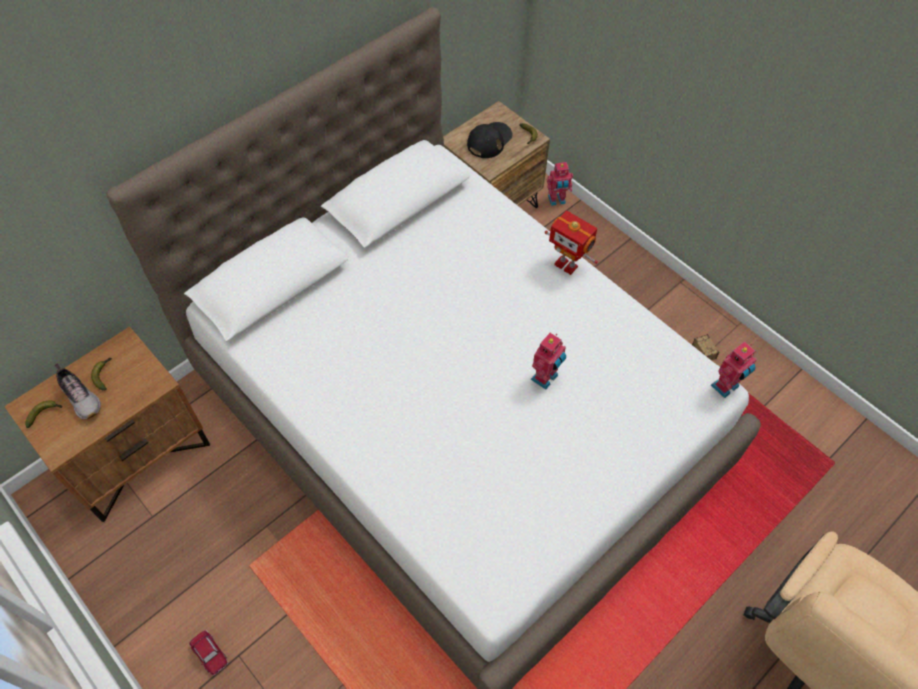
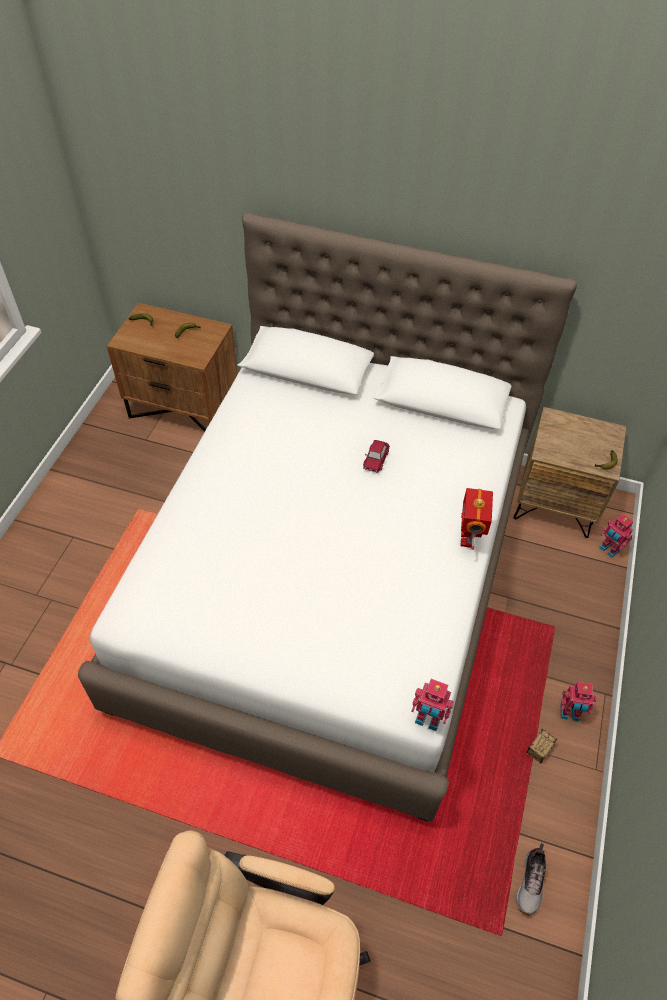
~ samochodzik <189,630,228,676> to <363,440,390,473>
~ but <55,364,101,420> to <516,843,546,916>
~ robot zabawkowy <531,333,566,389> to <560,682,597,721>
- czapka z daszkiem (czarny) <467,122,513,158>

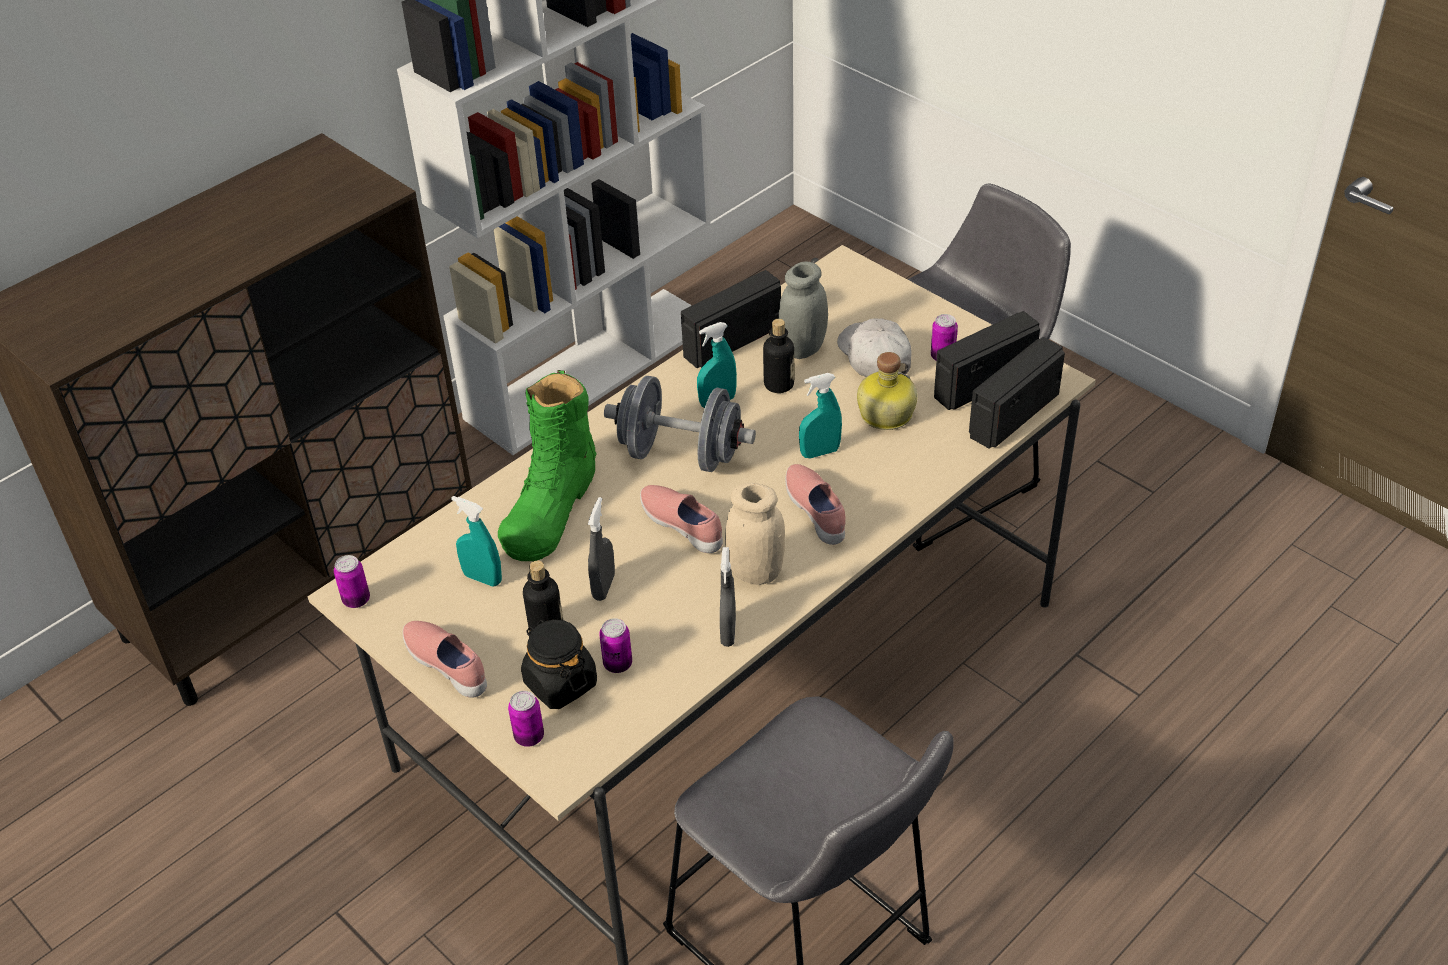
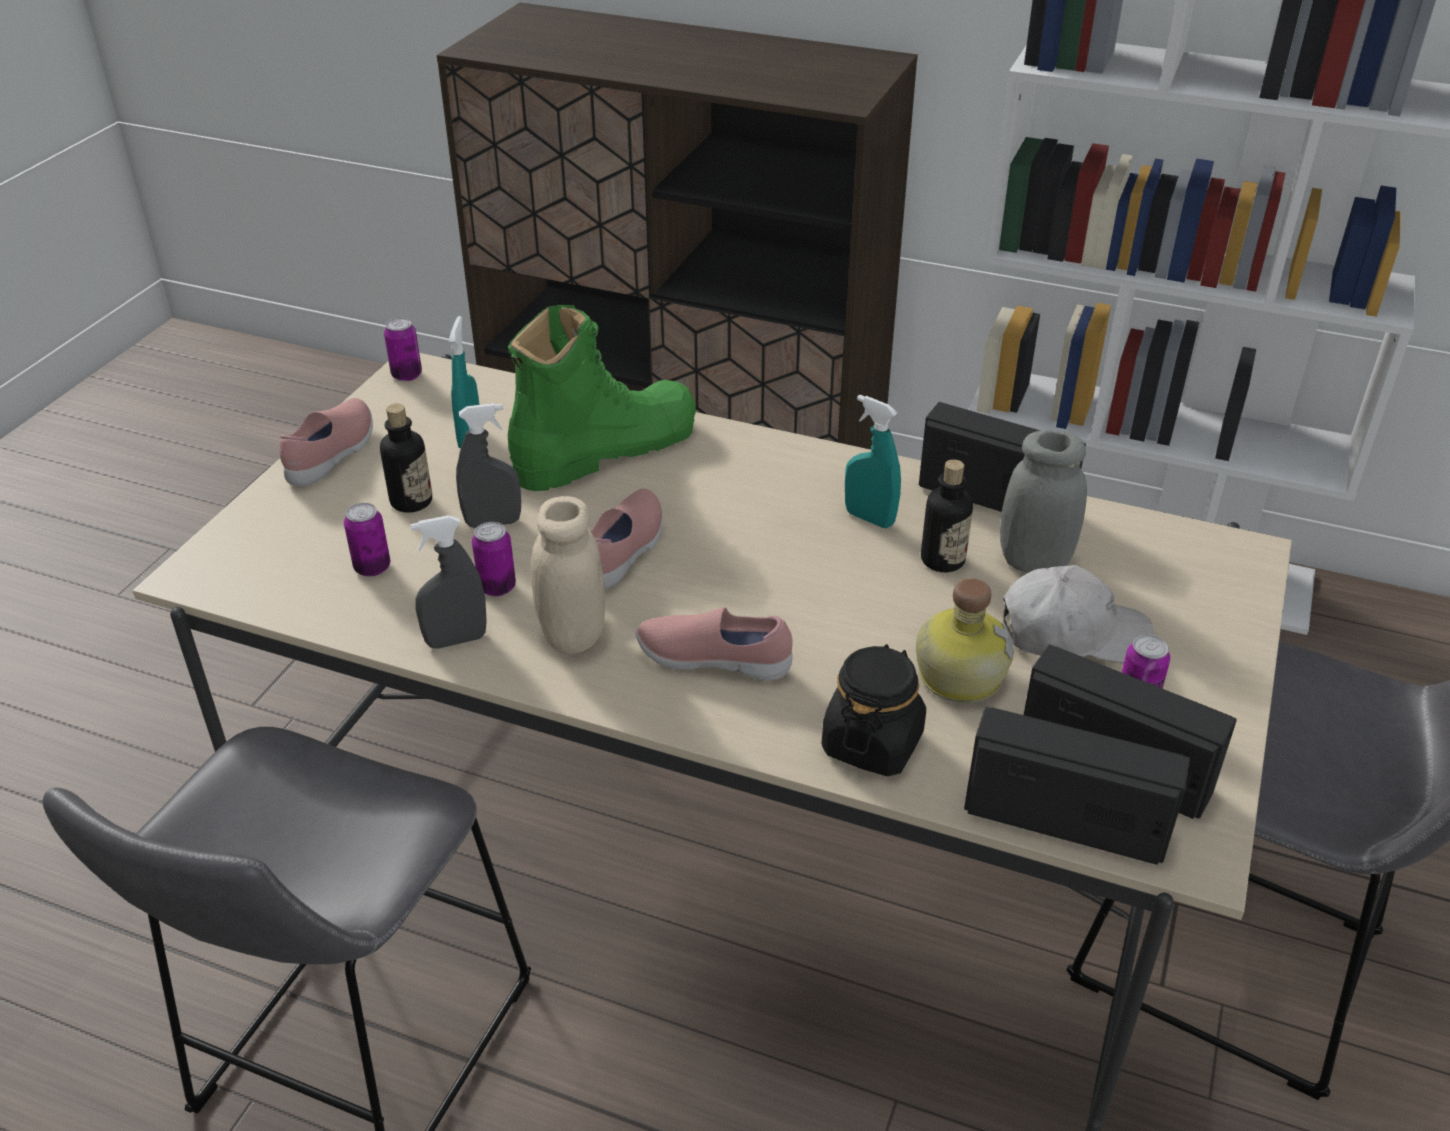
~ puszka <508,691,544,747> to <472,522,516,597>
~ but z cholewką (zielony) <498,370,596,561> = <508,305,696,491> 150 degrees clockwise
~ but (różowy) <785,464,846,545> = <635,607,793,681> 120 degrees counterclockwise
~ słoik (czarny) <521,620,597,709> to <821,644,926,776>
~ czapka z daszkiem (biały) <837,318,912,377> = <1003,565,1154,663> 45 degrees clockwise
- hantel (szary) <604,376,756,472>
- spryskiwacz (turkusowy) <799,373,842,458>

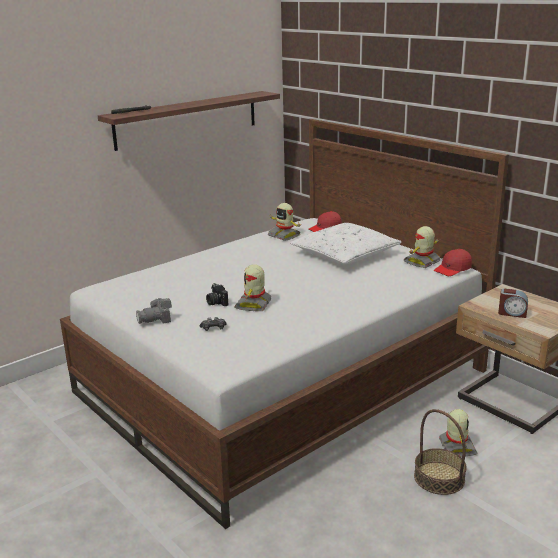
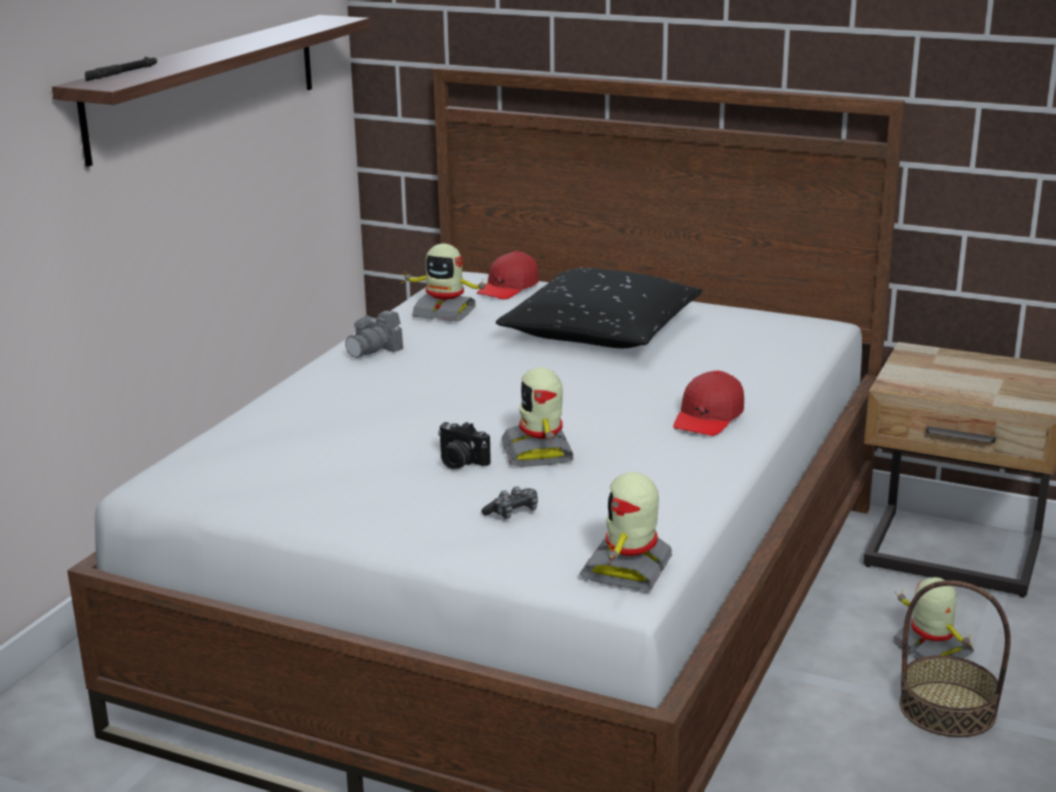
~ aparat fotograficzny <136,298,172,324> to <345,310,403,358>
~ poduszka (biały) <290,223,402,264> to poduszka (czarny) <496,268,702,348>
~ robot zabawkowy <403,226,441,268> to <580,472,672,590>
~ czapka z daszkiem (czerwony) <434,249,472,276> to <673,371,744,436>
- budzik <498,288,528,318>

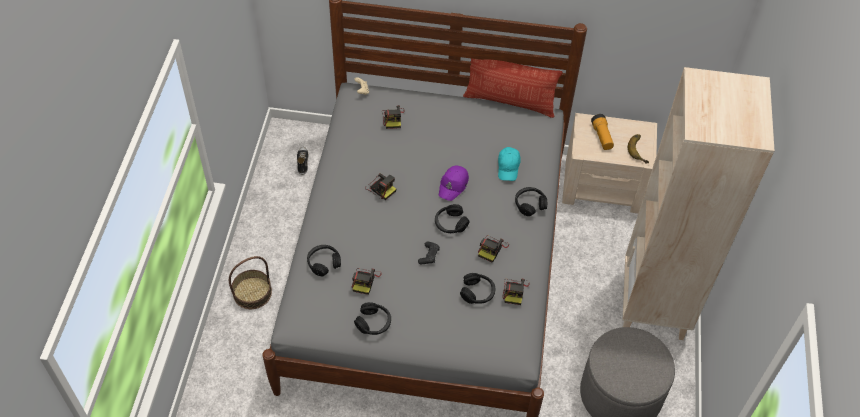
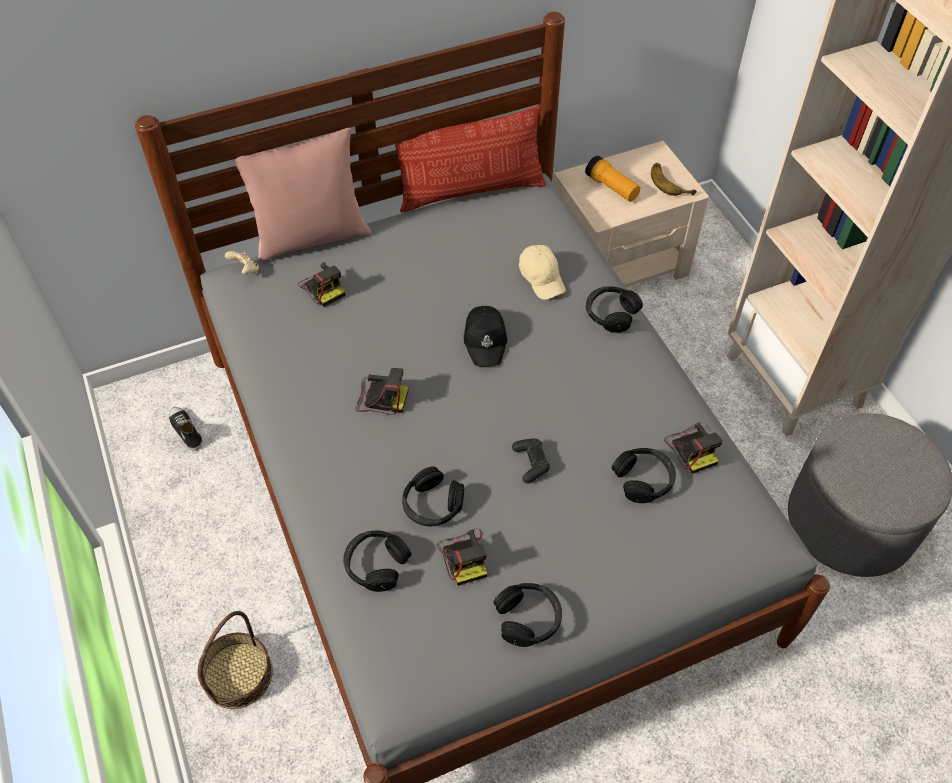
+ poduszka (różowy) <233,128,372,262>
~ słuchawki (czarny) <435,204,470,233> to <402,466,464,527>
~ czapka z daszkiem (fioletowy) <439,165,469,201> to czapka z daszkiem (czarny) <464,306,507,366>
~ czapka z daszkiem (turkusowy) <498,147,521,181> to czapka z daszkiem (beżowy) <519,245,566,300>
- aparat fotograficzny <478,236,509,263>

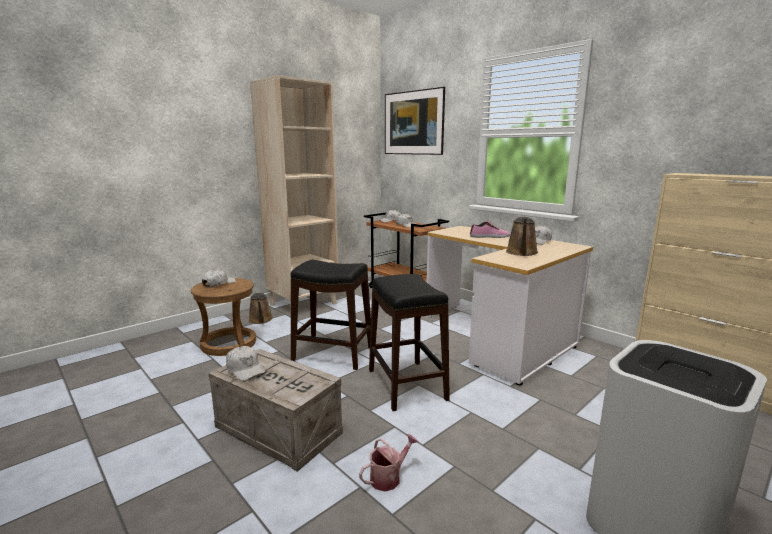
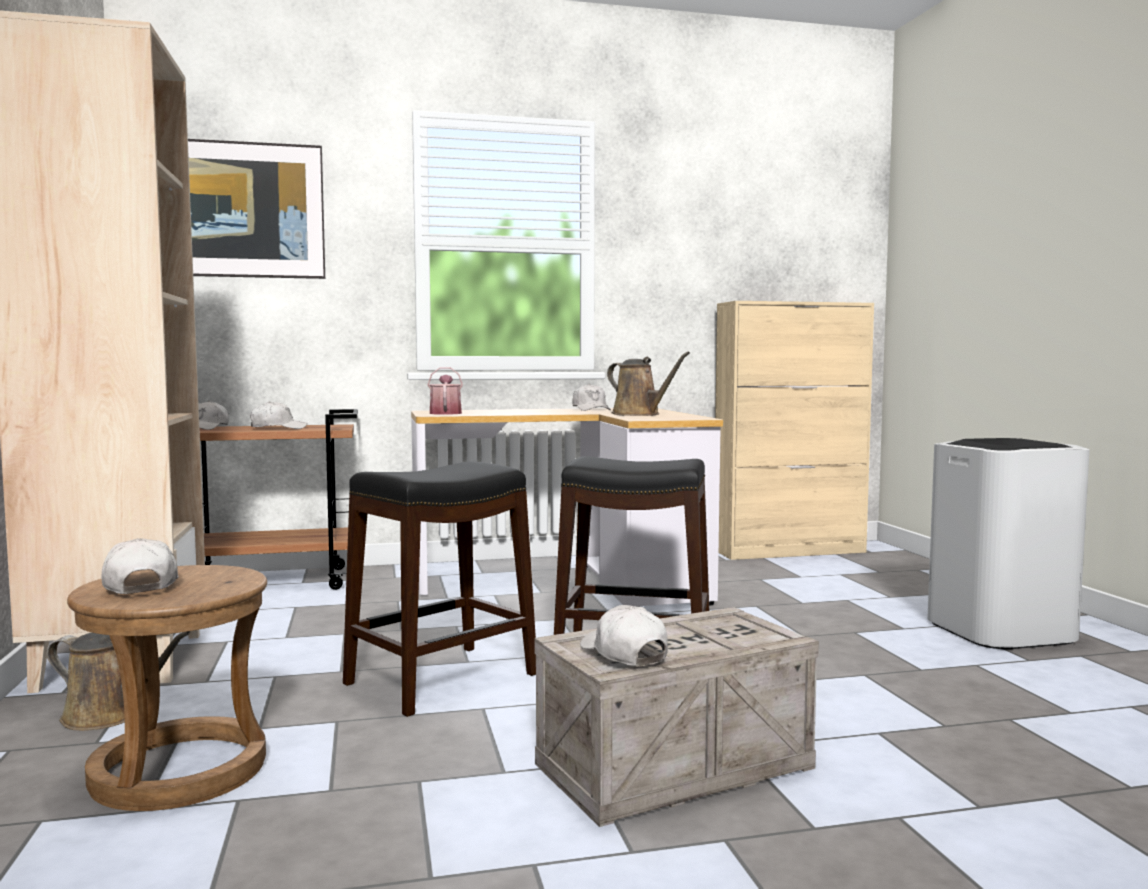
~ konewka <359,434,419,491> to <428,367,463,415>
~ czapka z daszkiem (biały) <226,346,266,381> = <580,605,668,666> 105 degrees counterclockwise
- but <470,222,510,238>

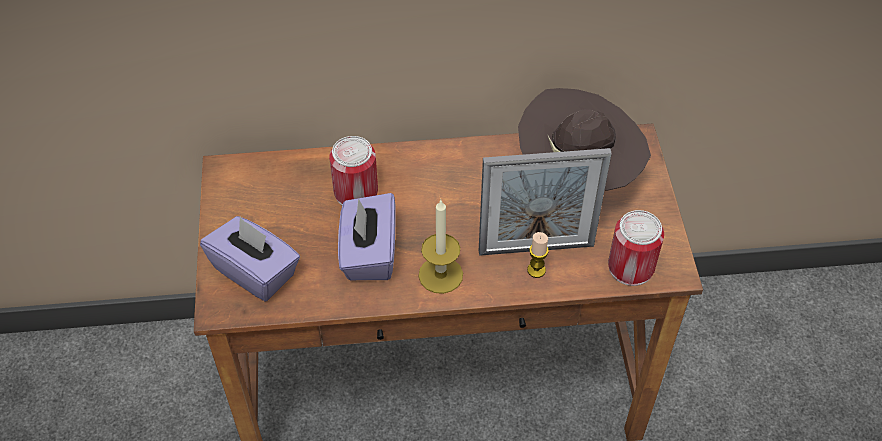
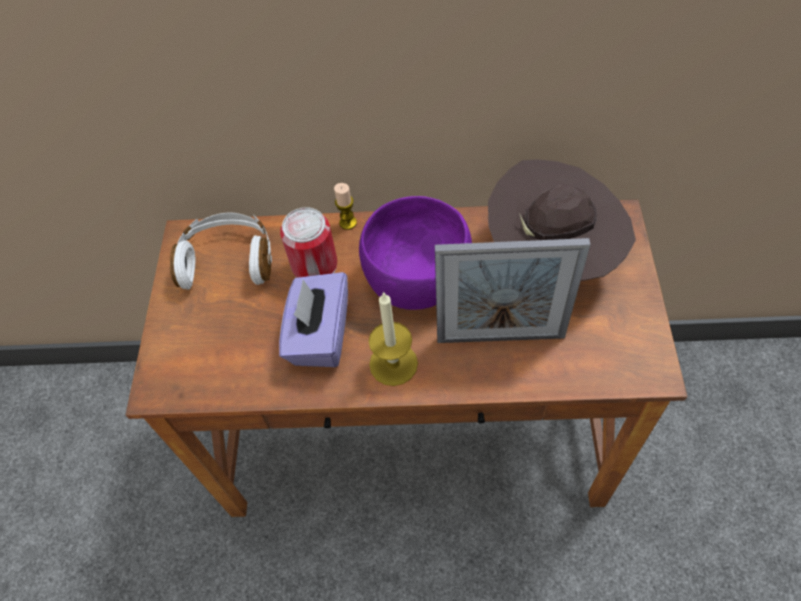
+ słuchawki (biały) <169,213,272,290>
~ świeca <527,232,549,278> to <334,183,357,230>
+ miska (fioletowy) <359,196,472,310>
- pudełko chusteczek (fioletowy) <200,216,300,301>
- puszka <608,210,664,286>

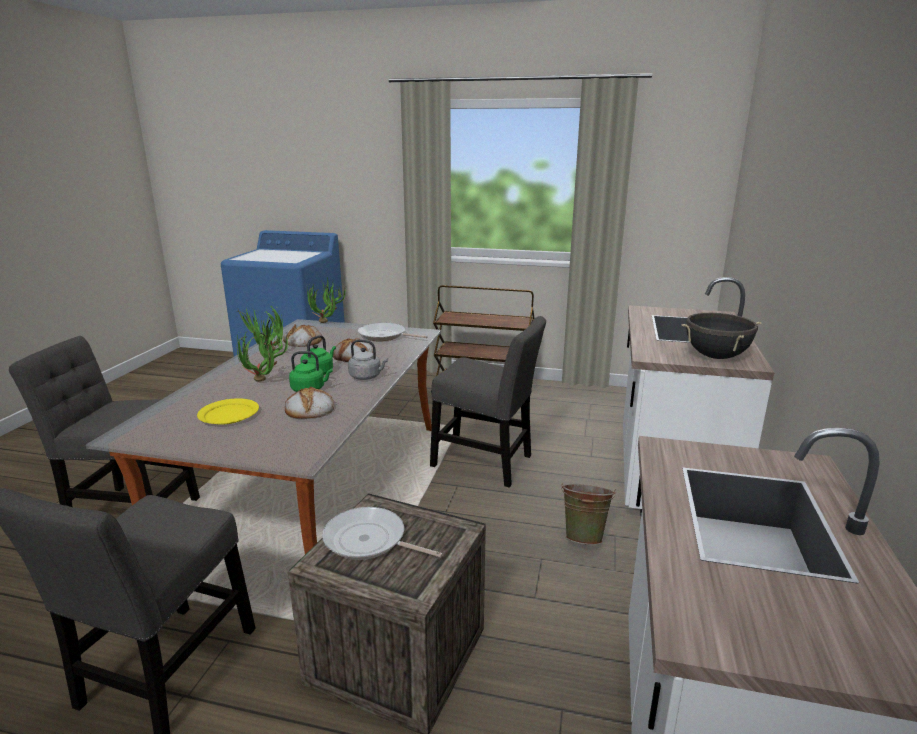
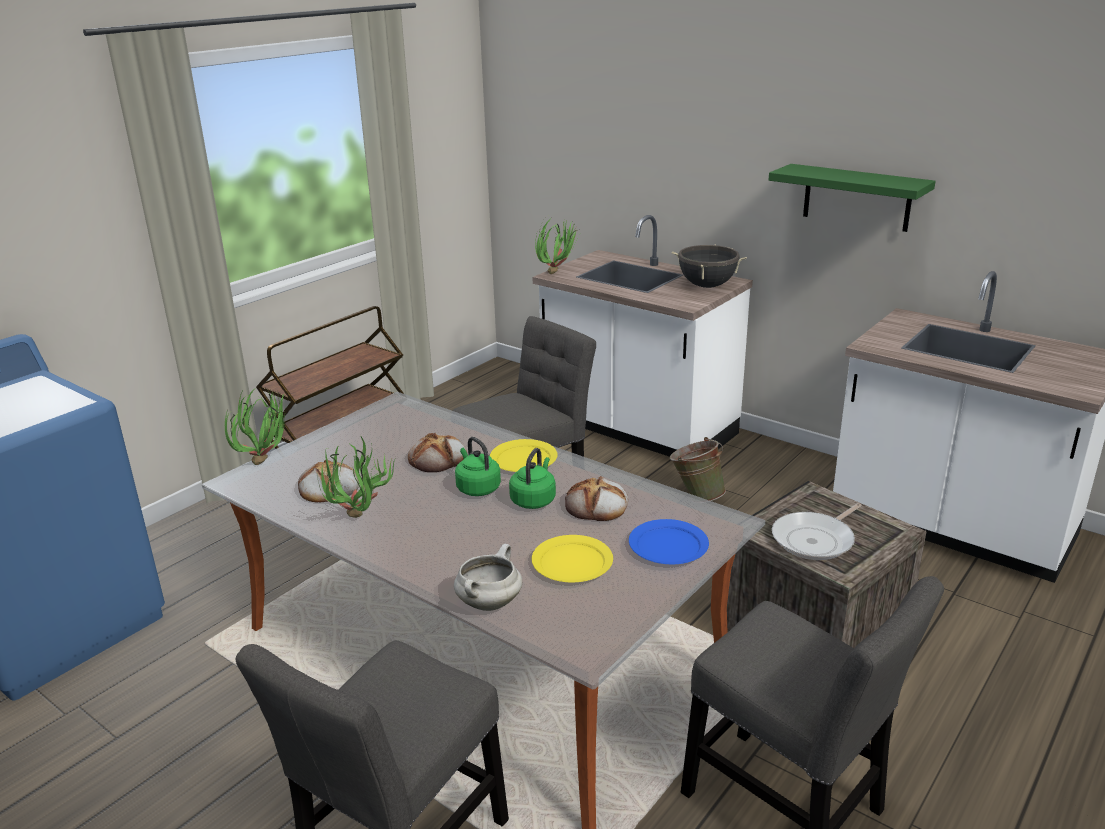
+ garnek (biały) <454,544,522,611>
~ czajnik (szary) <348,340,388,380> to talerz (żółty) <490,439,558,472>
~ roślina doniczkowa <237,322,289,382> to <535,218,580,274>
+ talerz (niebieski) <629,519,709,564>
+ półka (zielony) <769,164,935,232>
- patelnia <358,323,427,341>

